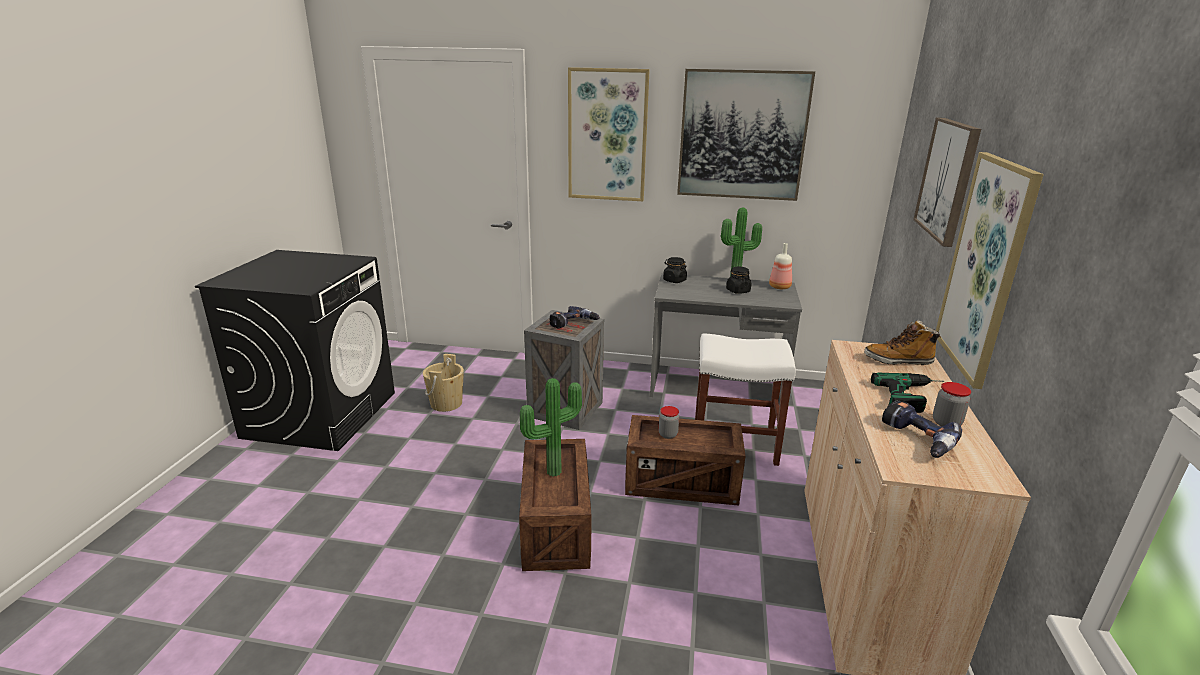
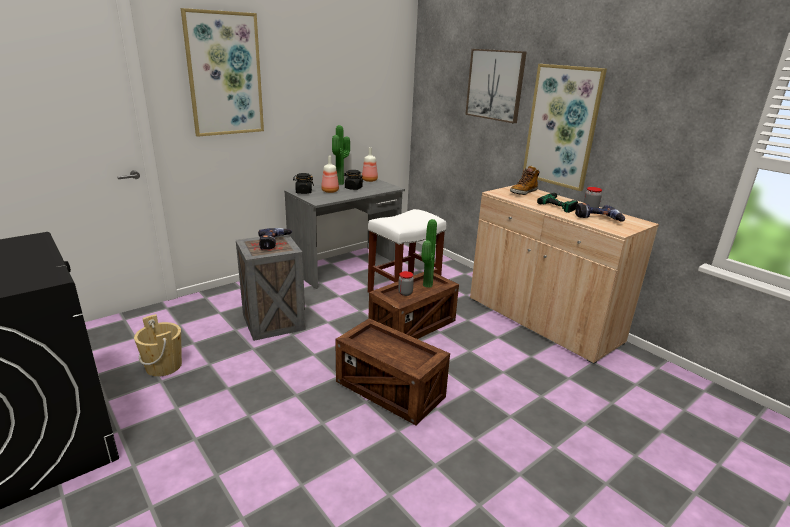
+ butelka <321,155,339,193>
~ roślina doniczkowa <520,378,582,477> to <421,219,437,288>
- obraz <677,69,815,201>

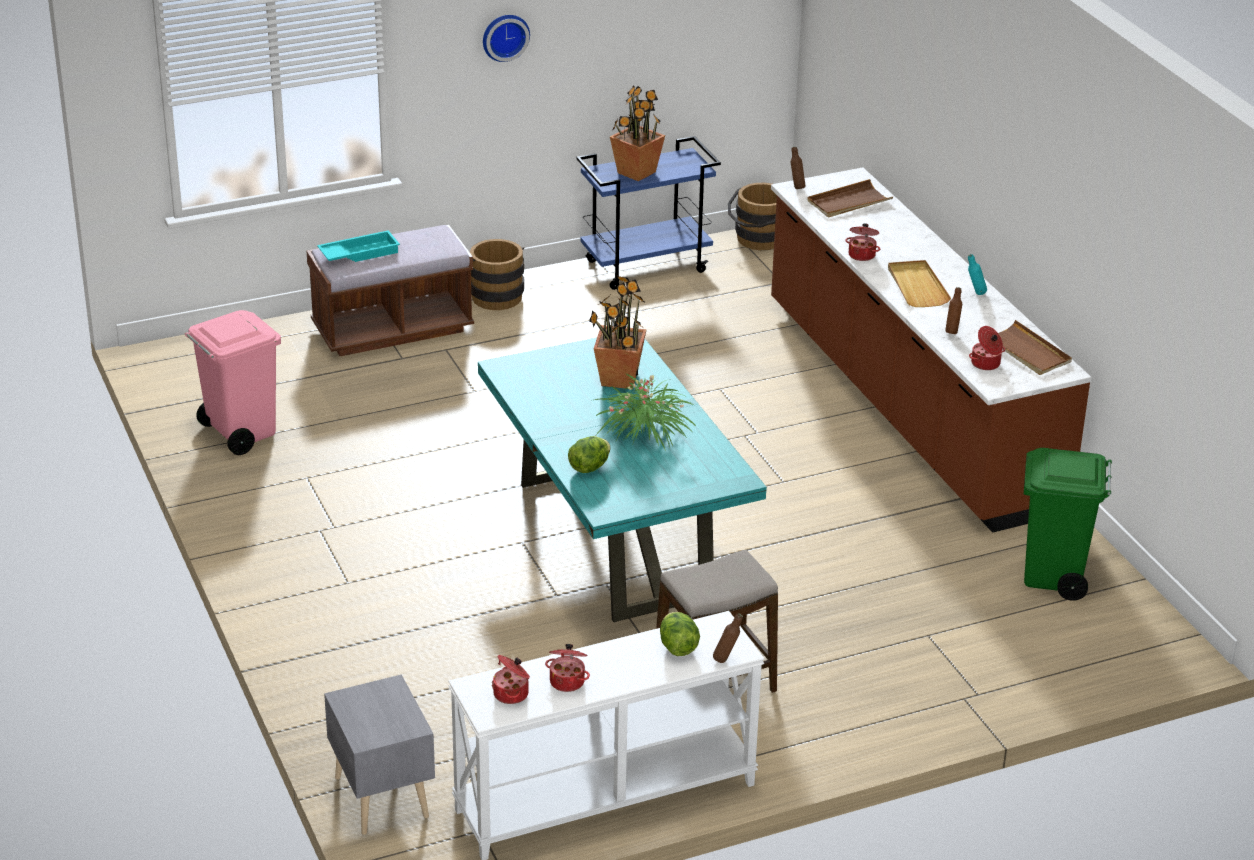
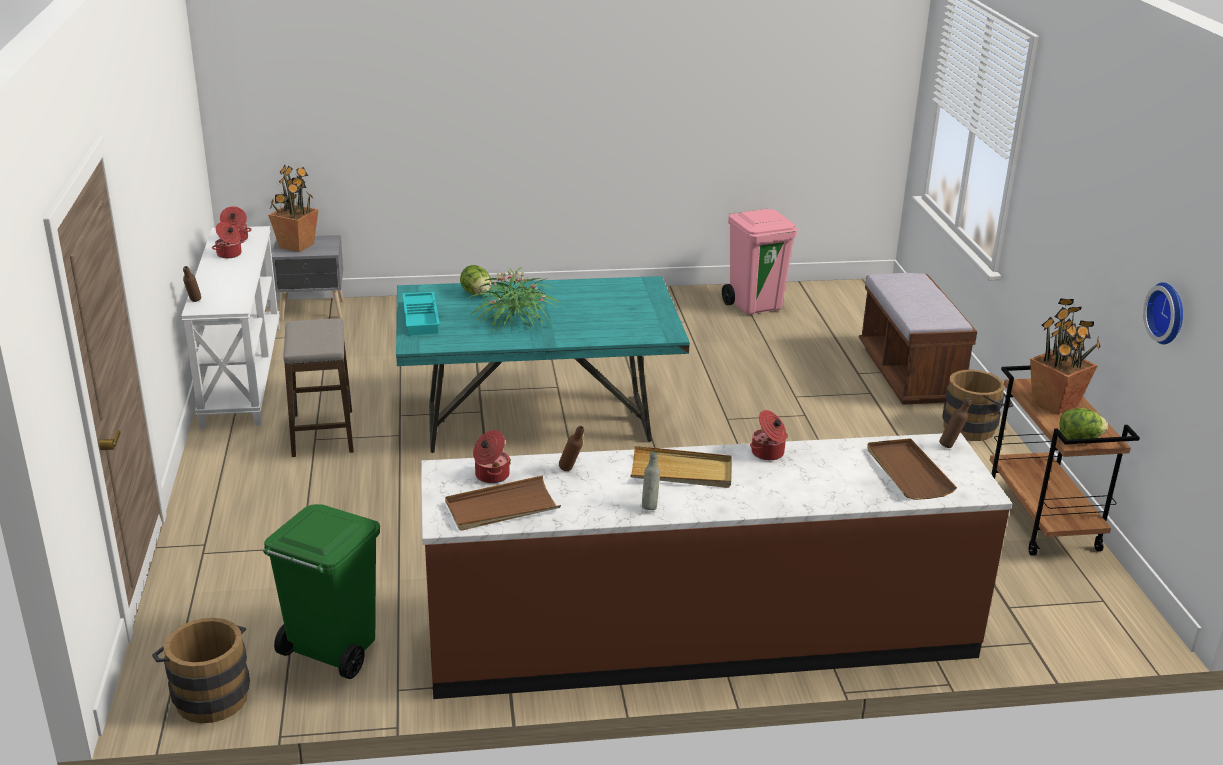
~ wiadro (brązowy) <728,183,777,250> to <152,618,250,723>
~ roślina doniczkowa <589,275,647,389> to <268,165,319,252>
~ taca (turkusowy) <317,230,400,262> to <402,292,440,335>
~ butelka (turkusowy) <968,254,987,295> to butelka (szary) <642,451,660,510>
~ wózek (niebieski) <576,136,721,290> to wózek (brązowy) <990,366,1140,556>
~ sałata <660,612,700,656> to <1060,408,1108,440>
~ zegar ścienny <483,15,530,62> to <1143,282,1183,344>

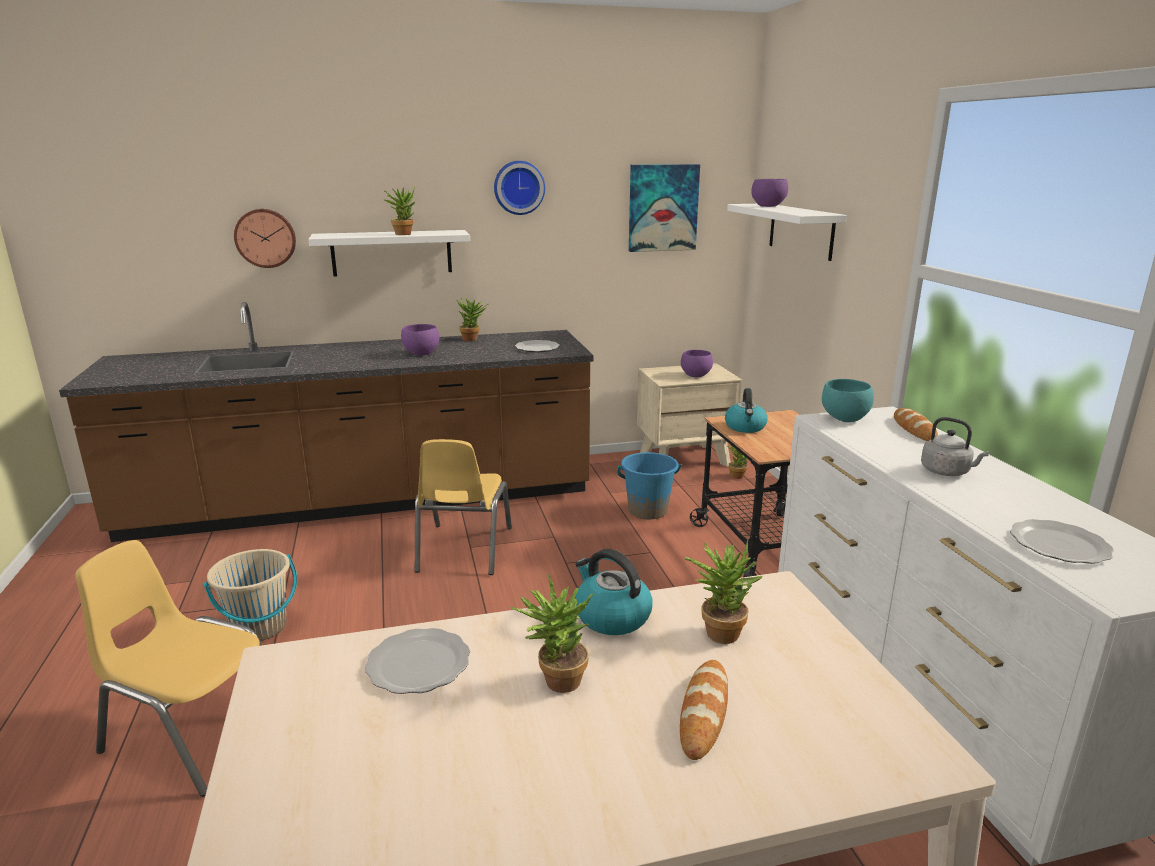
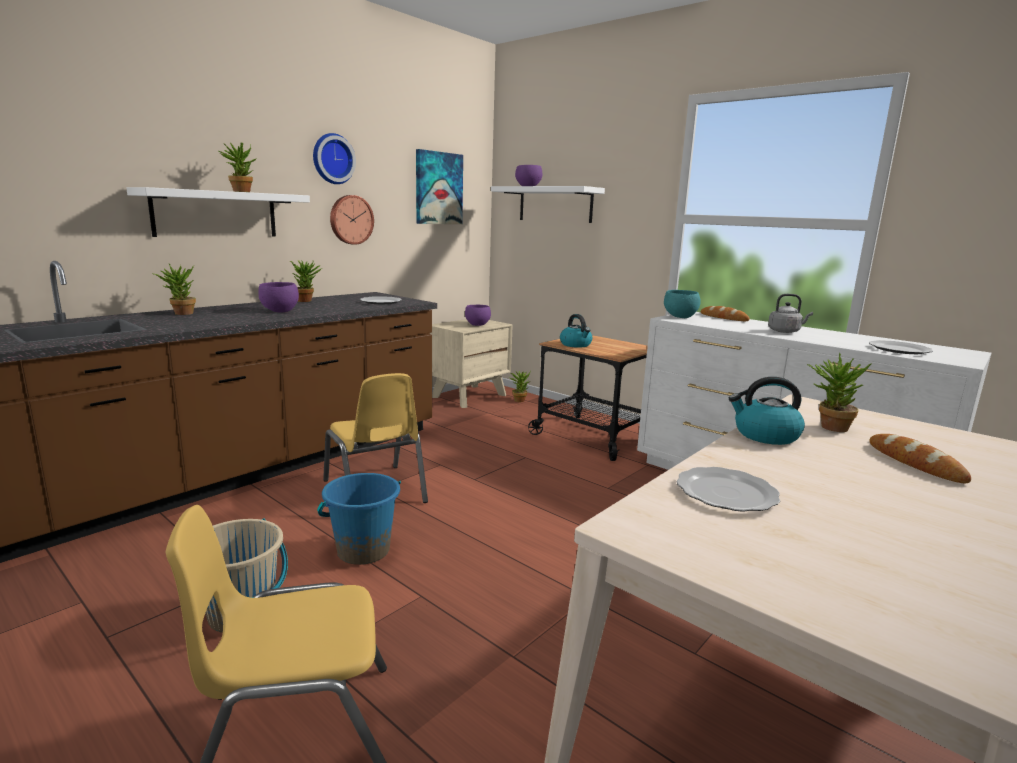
~ roślina doniczkowa <510,574,593,693> to <152,264,196,315>
~ wiadro (niebieski) <617,452,682,519> to <317,473,401,565>
~ zegar ścienny <234,209,296,268> to <330,195,374,245>

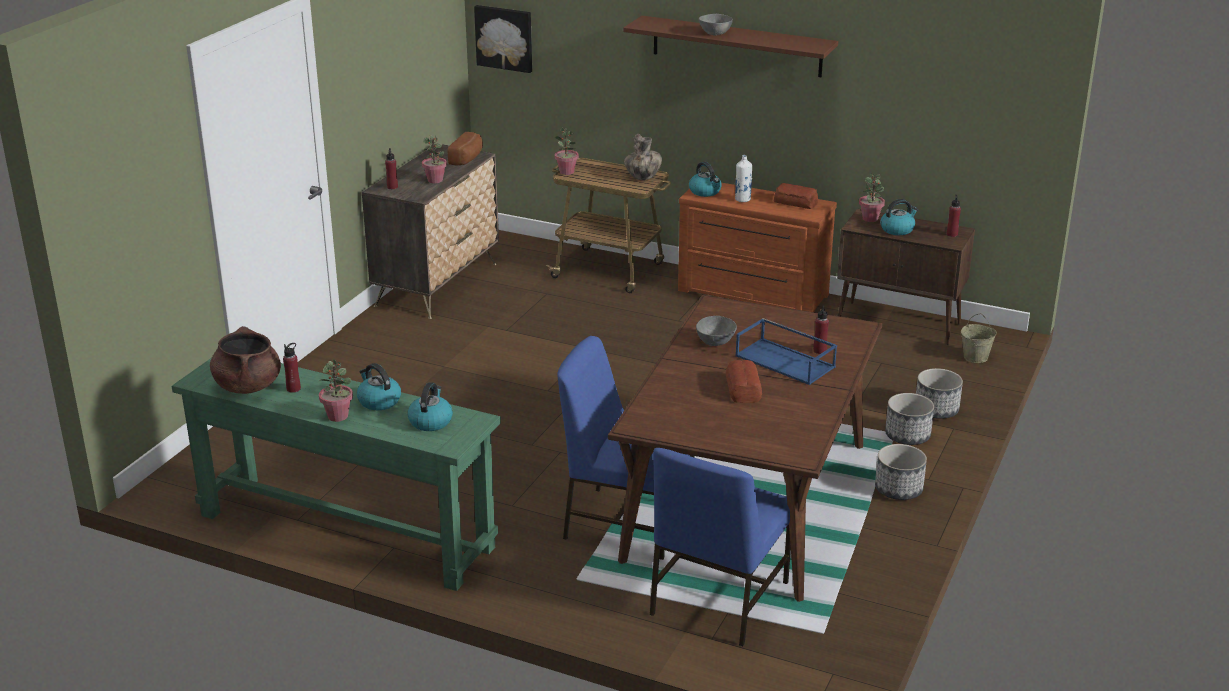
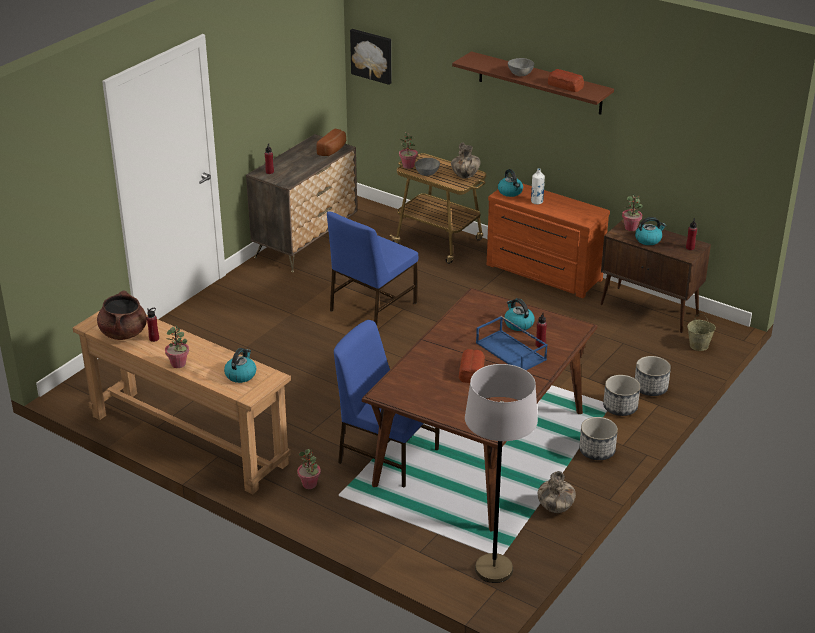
~ stolik konsolowy (zielony) <172,358,501,591> to stolik konsolowy (brązowy) <73,311,291,494>
~ roślina doniczkowa <422,135,447,183> to <297,449,321,489>
~ krzesło (niebieski) <650,448,791,646> to <327,211,418,325>
~ miska (szary) <696,316,737,346> to <415,158,440,176>
+ lampa stojąca (szary) <465,364,538,583>
~ czajnik <357,363,401,410> to <504,298,535,331>
+ wazon <538,471,576,513>
~ chleb <774,183,818,209> to <548,69,584,92>

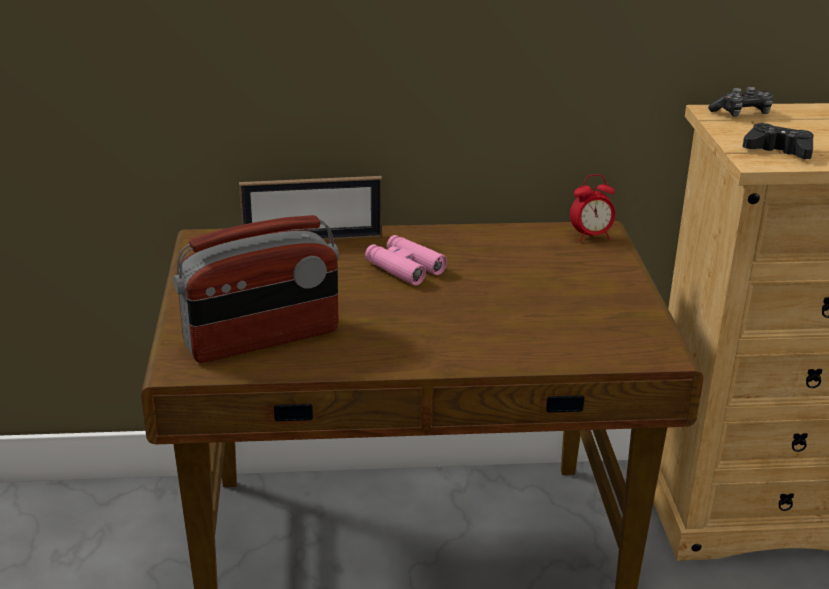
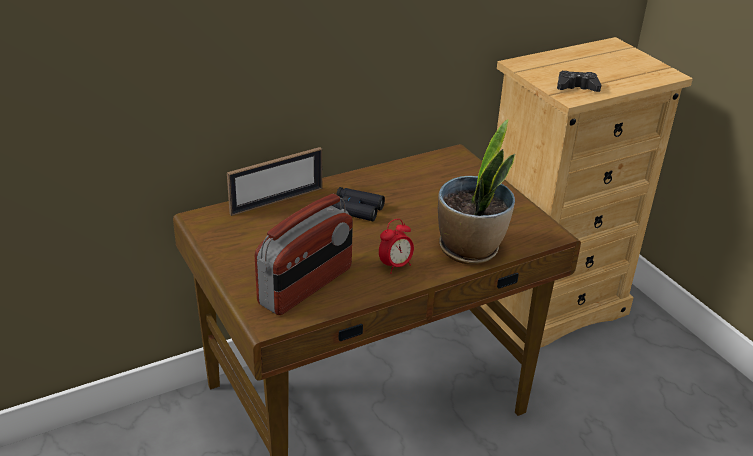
~ lornetka (różowy) <365,235,447,286> to lornetka (czarny) <331,187,385,221>
~ budzik <570,174,615,241> to <379,219,414,274>
+ roślina doniczkowa <438,119,515,264>
- pad do gier <708,87,773,117>

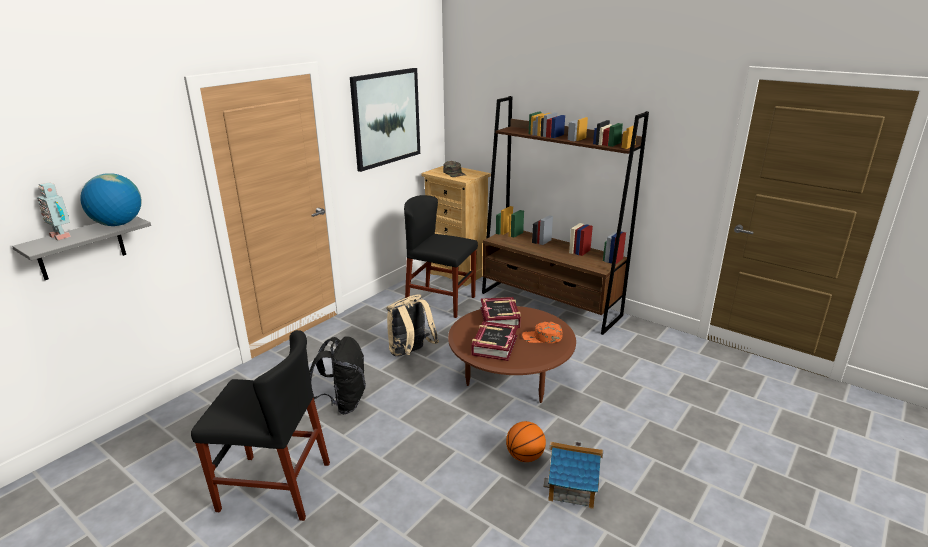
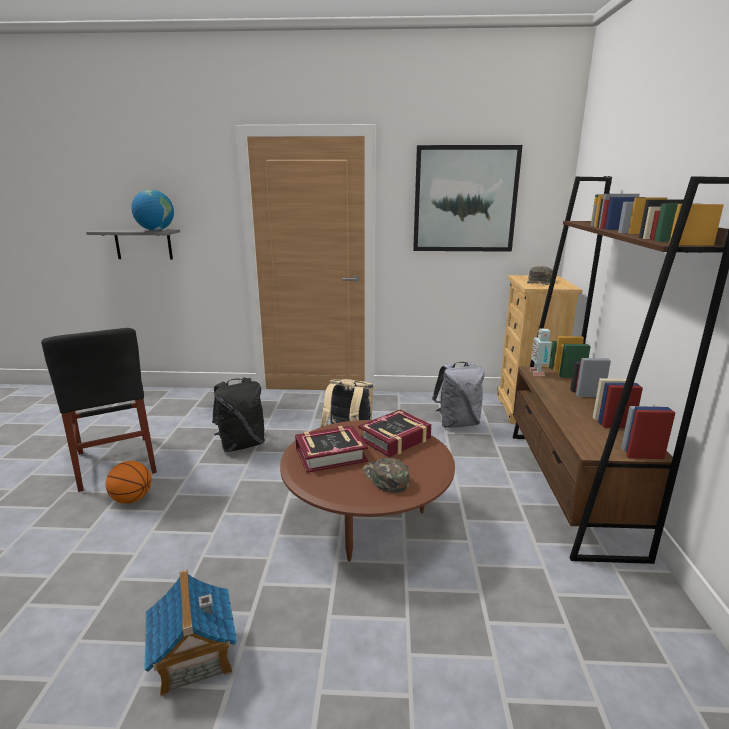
~ piłka do koszykówki <506,421,546,462> to <106,461,152,504>
~ czapka z daszkiem (pomarańczowy) <522,322,562,343> to czapka z daszkiem (zielony) <363,458,410,493>
~ krzesło (czarny) <404,195,478,318> to plecak (szary) <432,362,484,428>
~ robot zabawkowy <37,183,71,240> to <530,328,552,376>

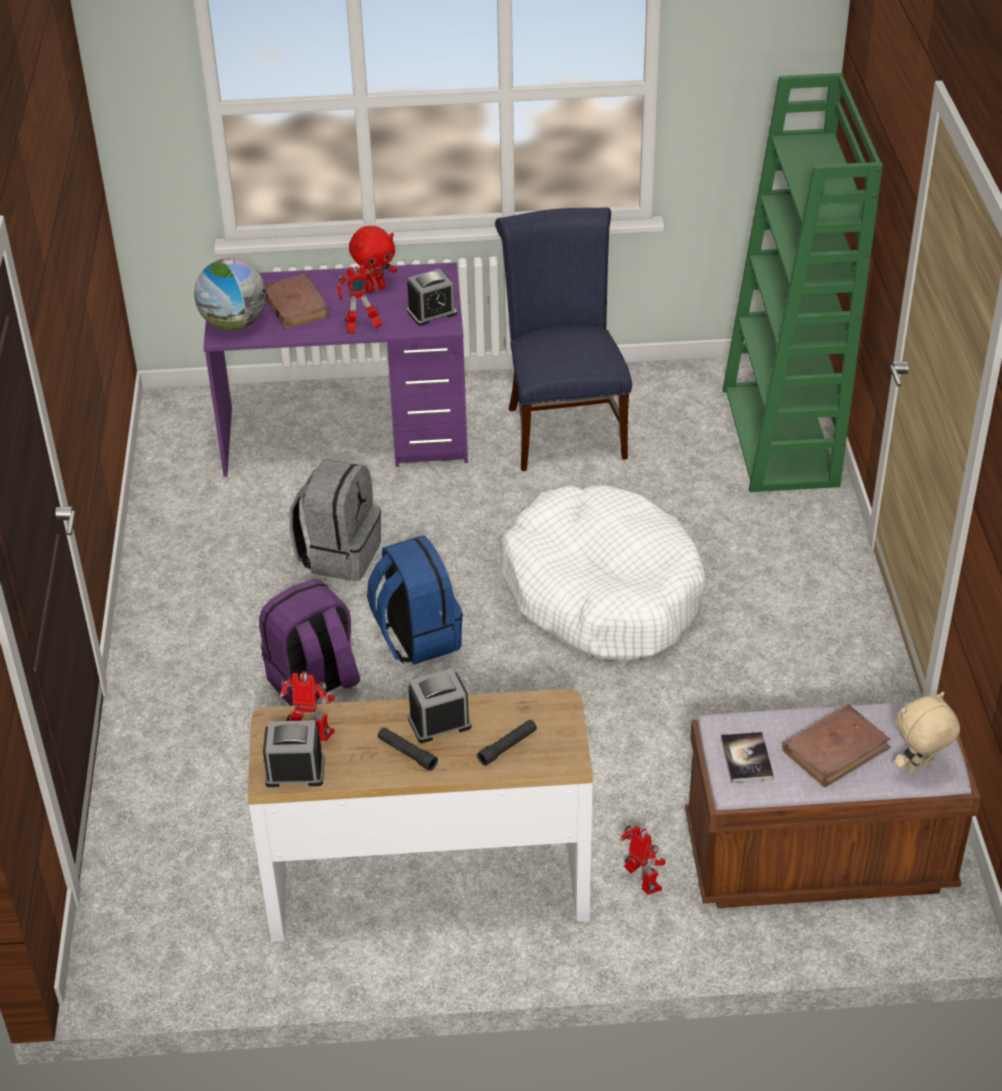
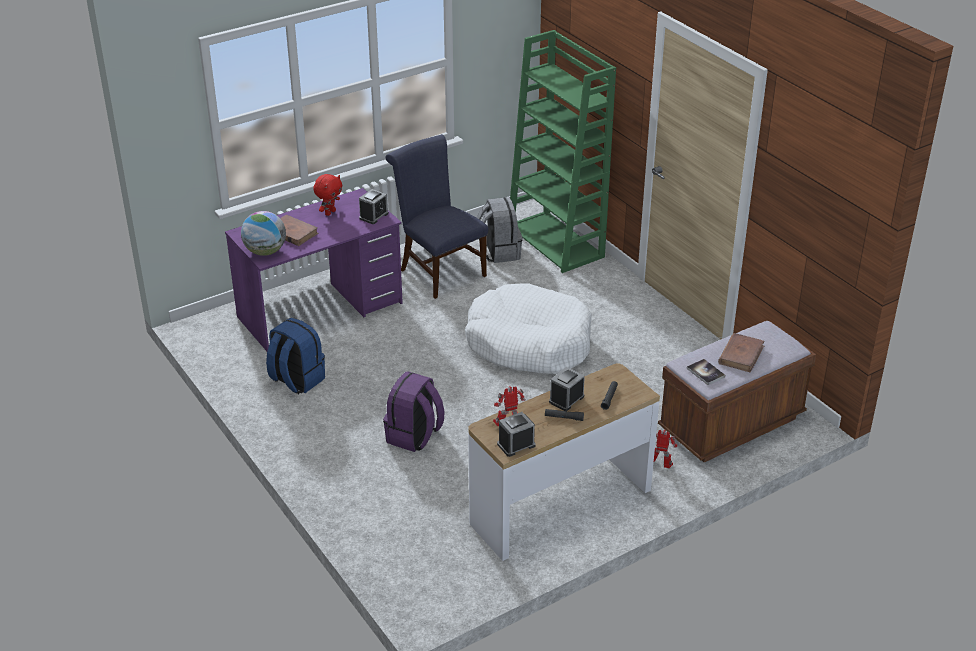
~ plecak (niebieski) <367,536,463,665> to <266,318,325,394>
~ plecak (szary) <289,459,381,581> to <477,197,522,263>
- robot zabawkowy <337,265,383,334>
- pluszak (beżowy) <895,692,960,773>

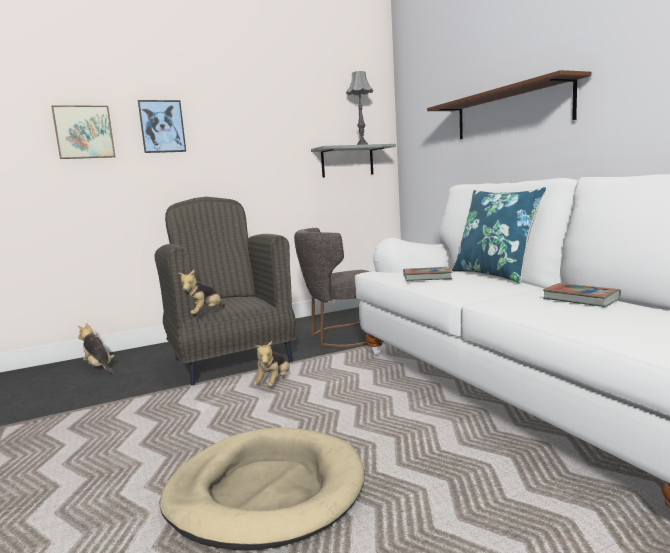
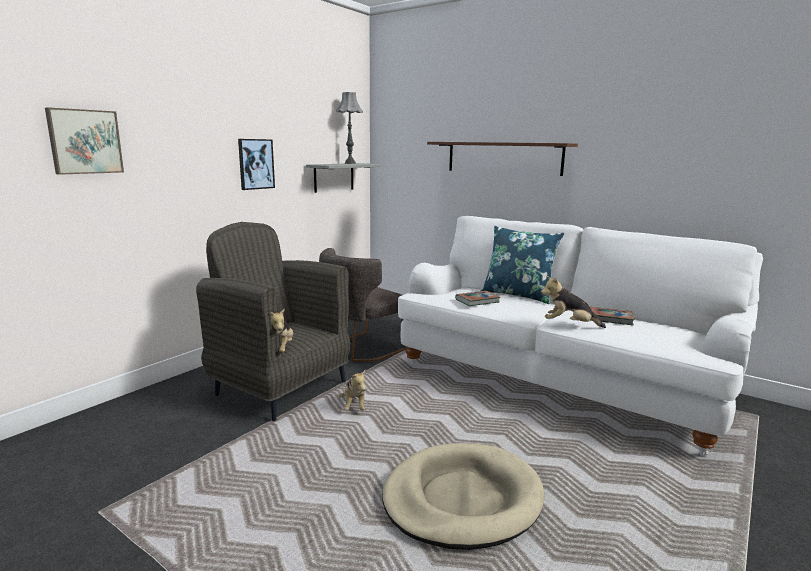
~ obraz <138,100,186,153> to <238,139,275,190>
~ pluszak <78,323,114,374> to <541,276,606,328>

